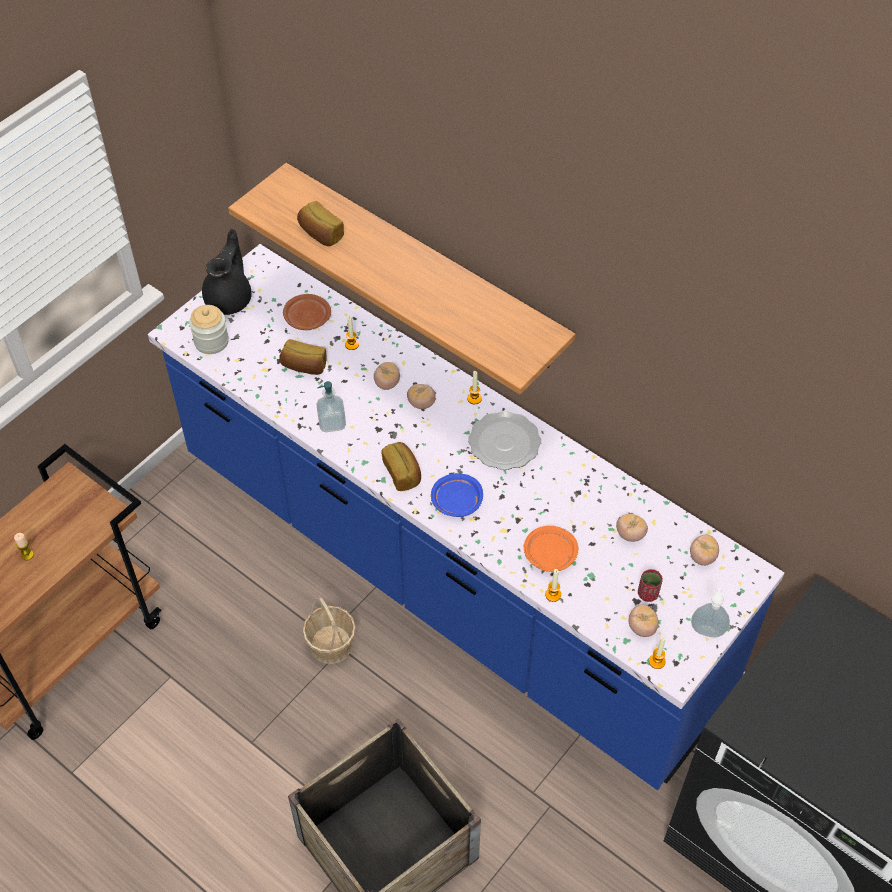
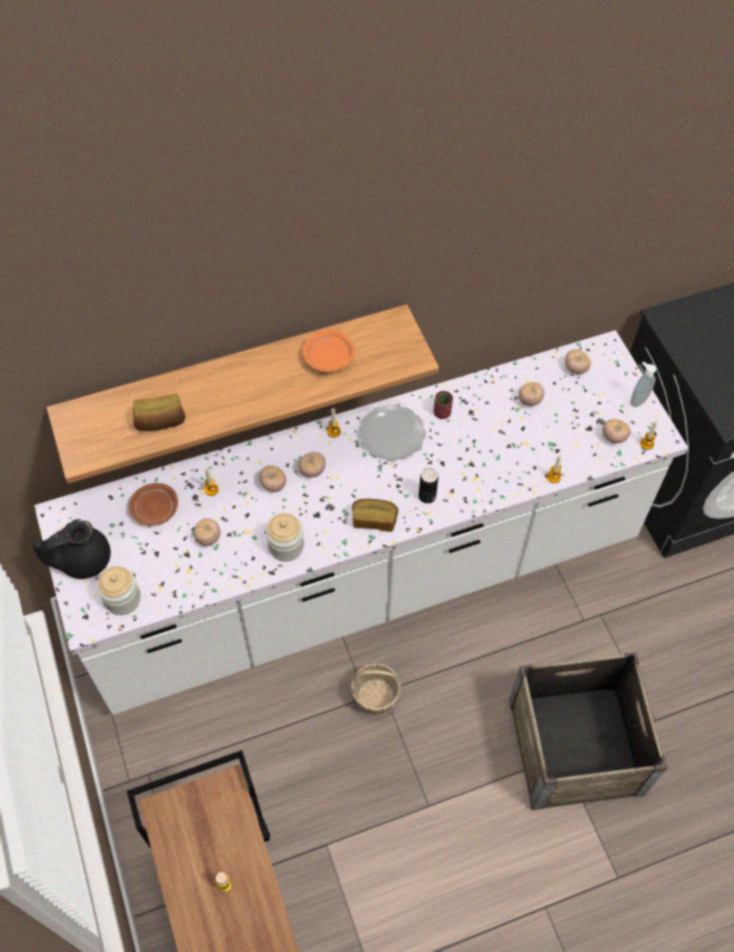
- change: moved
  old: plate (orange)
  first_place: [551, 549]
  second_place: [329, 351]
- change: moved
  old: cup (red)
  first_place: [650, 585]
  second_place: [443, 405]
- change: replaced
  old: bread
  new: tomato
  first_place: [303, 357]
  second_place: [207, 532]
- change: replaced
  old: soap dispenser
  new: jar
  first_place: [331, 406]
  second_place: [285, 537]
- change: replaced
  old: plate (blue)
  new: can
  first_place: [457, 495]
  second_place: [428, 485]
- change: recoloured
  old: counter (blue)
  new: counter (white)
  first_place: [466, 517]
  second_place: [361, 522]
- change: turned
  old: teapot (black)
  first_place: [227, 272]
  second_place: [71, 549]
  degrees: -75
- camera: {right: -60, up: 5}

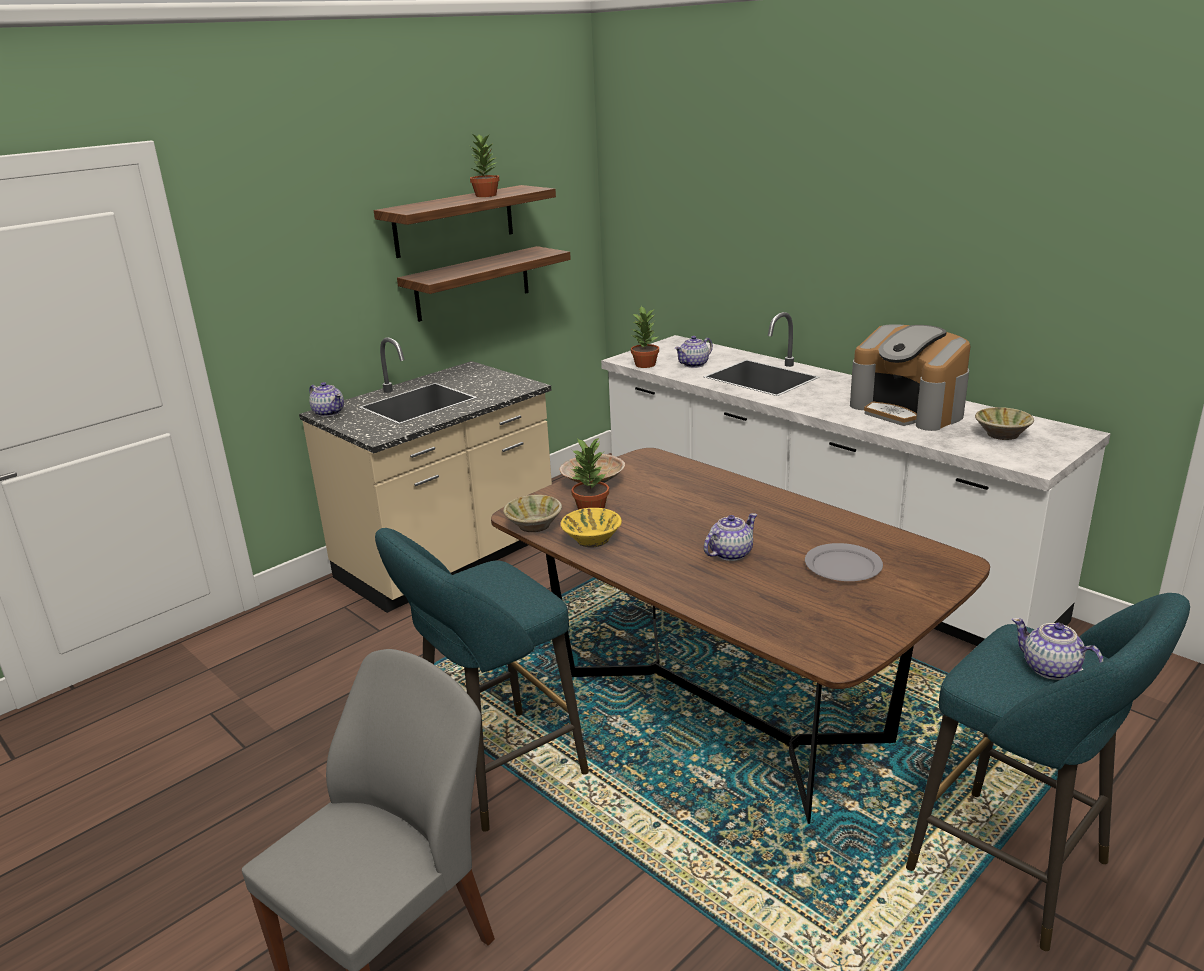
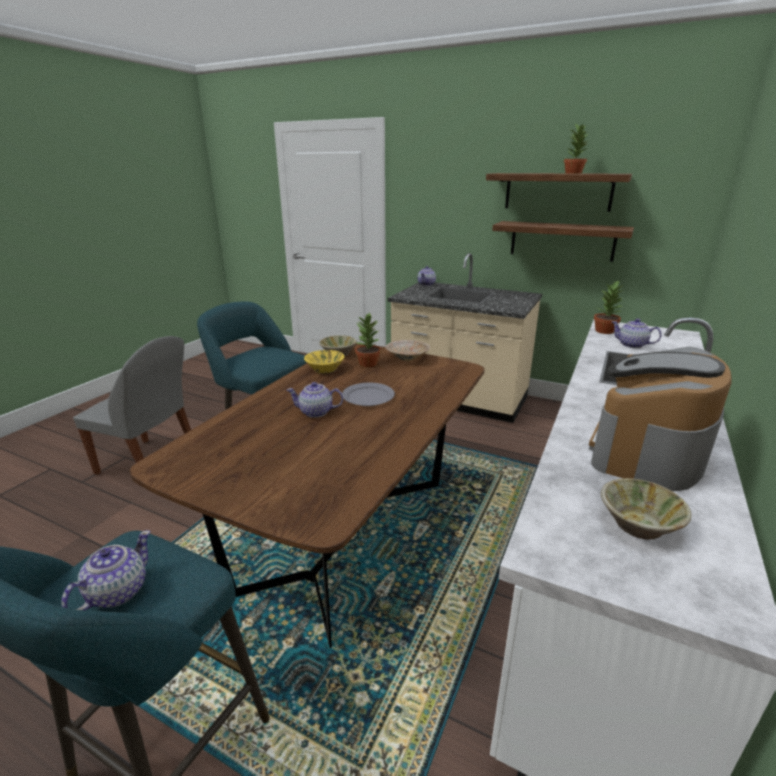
- change: moved
  old: plate (grey)
  first_place: [844, 562]
  second_place: [368, 394]
- change: turned
  old: teapot
  first_place: [730, 537]
  second_place: [315, 400]
  degrees: 150
- camera: {right: 70, up: 0}

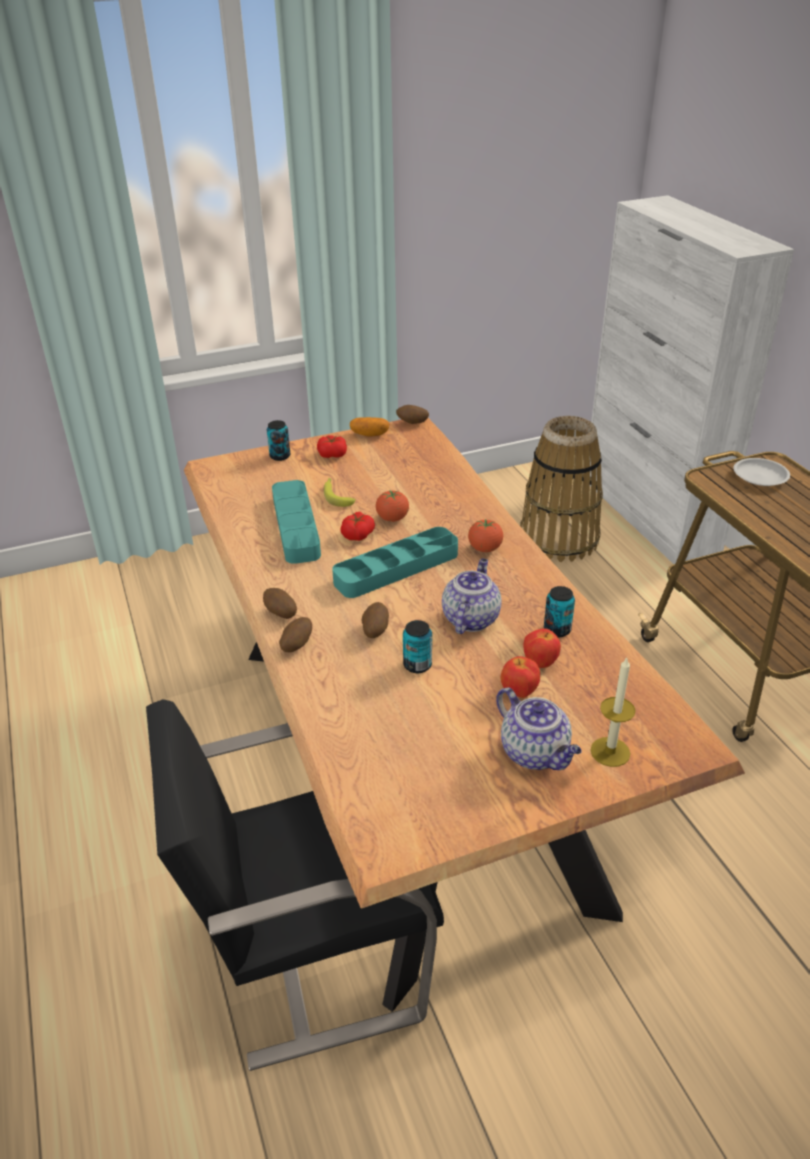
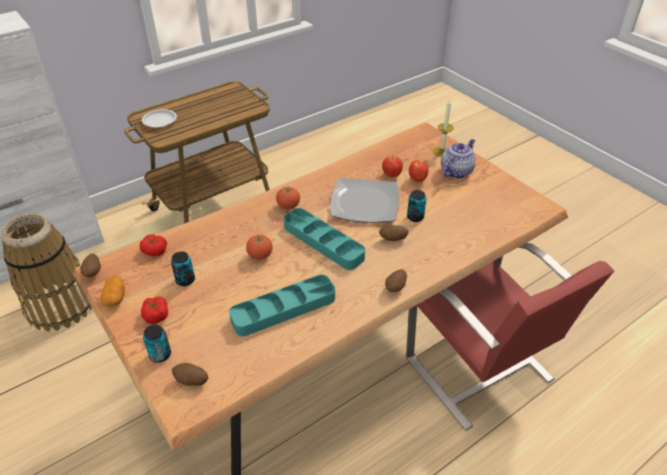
- change: removed
  old: banana
  first_place: [340, 492]
- change: moved
  old: potato
  first_place: [295, 634]
  second_place: [190, 374]
- change: moved
  old: tomato
  first_place: [358, 526]
  second_place: [153, 245]
- change: moved
  old: can
  first_place: [559, 611]
  second_place: [183, 268]
- change: replaced
  old: teapot
  new: plate
  first_place: [471, 596]
  second_place: [364, 200]
- change: recoloured
  old: chair (black)
  new: chair (red)
  first_place: [295, 885]
  second_place: [510, 337]
- camera: {right: -105, up: 5}

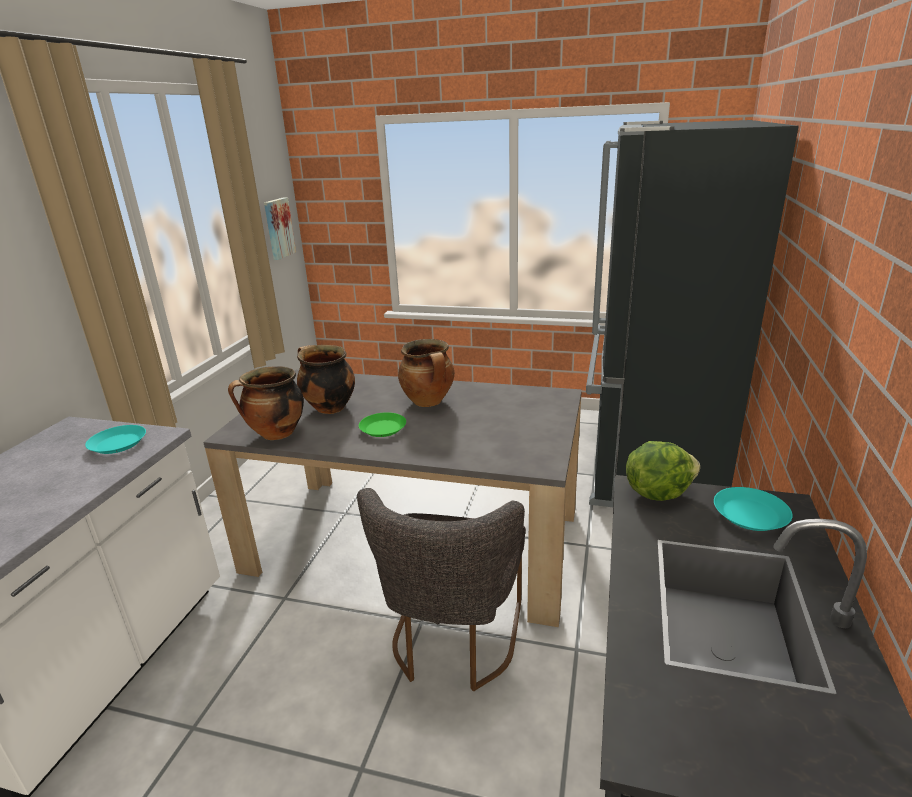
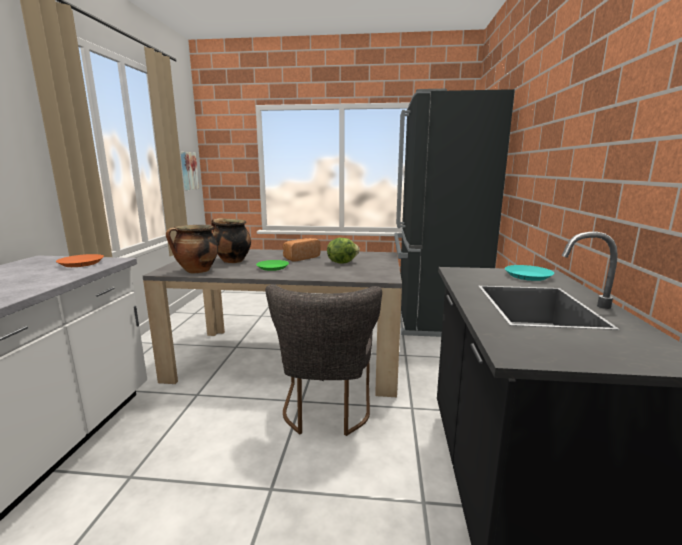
- change: moved
  old: lettuce
  first_place: [663, 471]
  second_place: [343, 251]
- change: replaced
  old: cooking pot
  new: bread
  first_place: [426, 373]
  second_place: [302, 250]
- change: recoloured
  old: plate (turquoise)
  new: plate (orange)
  first_place: [115, 439]
  second_place: [80, 260]
- camera: {right: -10, up: -10}

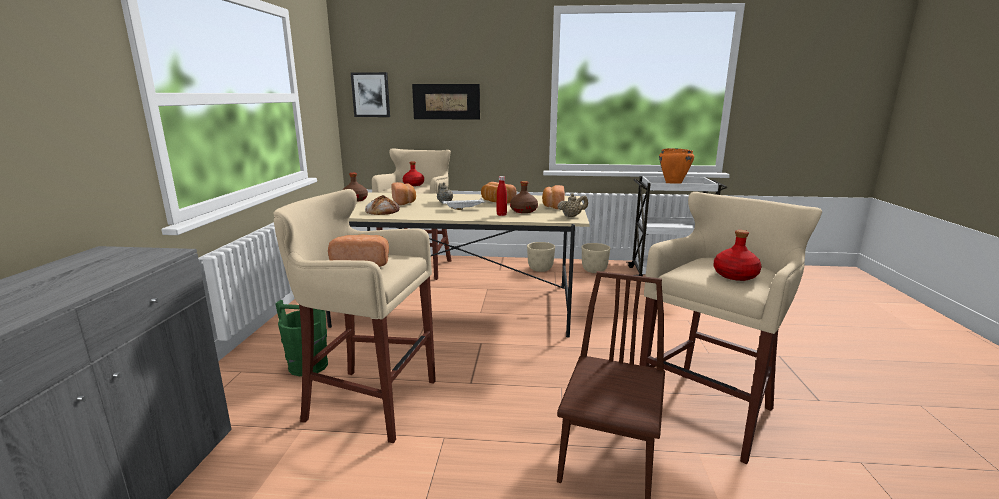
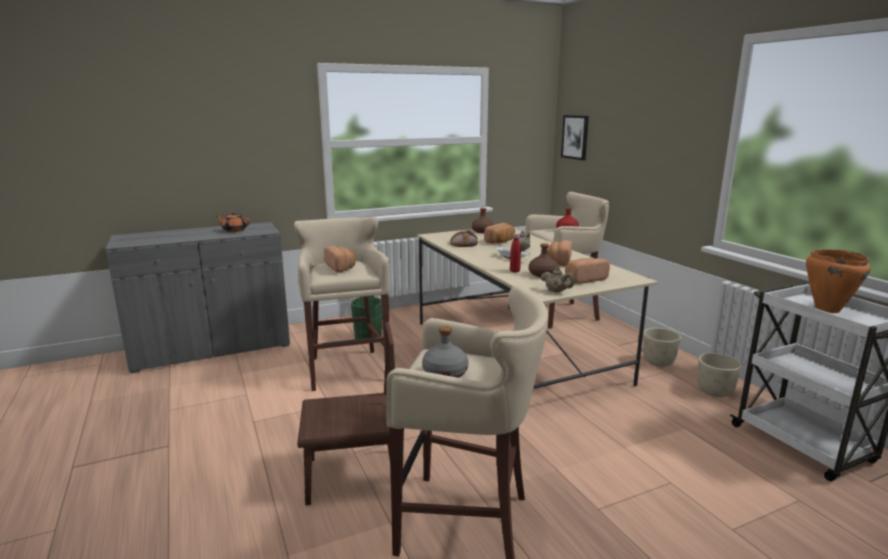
- change: removed
  old: picture
  first_place: [446, 101]
- change: added
  new: teapot (orange)
  second_place: [232, 222]
- change: recoloured
  old: bottle (red)
  new: bottle (grey)
  first_place: [737, 255]
  second_place: [445, 352]
- camera: {right: 60, up: 0}

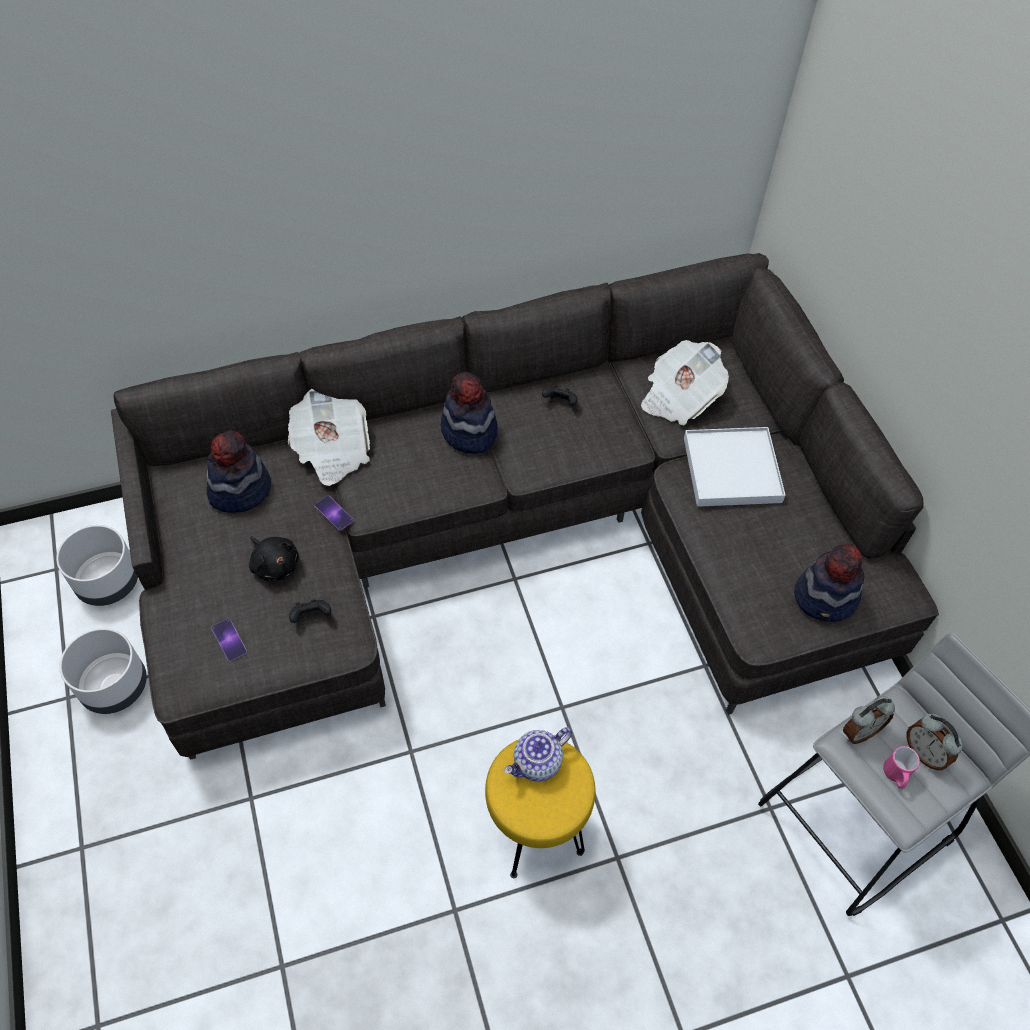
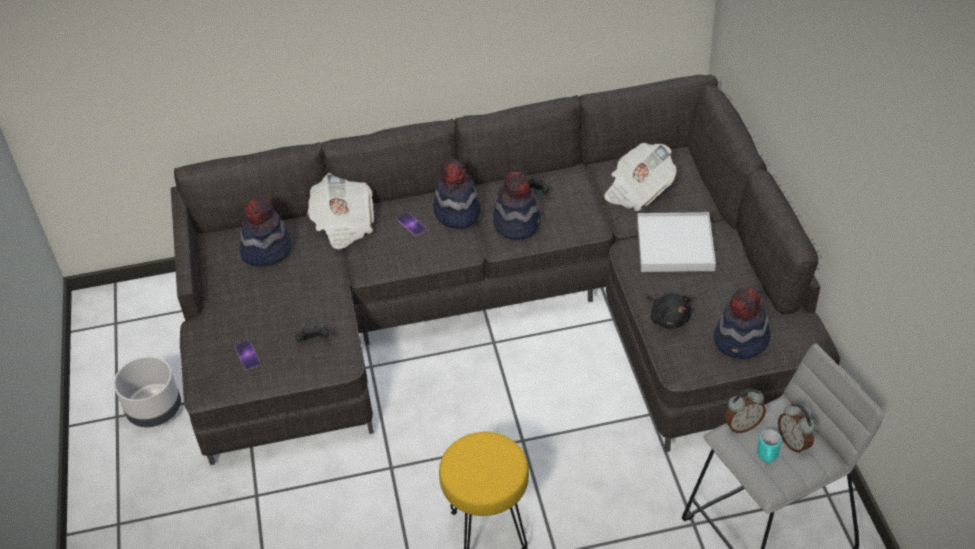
- change: removed
  old: planter (grey)
  first_place: [97, 565]
- change: removed
  old: teapot
  first_place: [538, 754]
- change: added
  new: hat
  second_place: [517, 205]
- change: moved
  old: plush toy (black)
  first_place: [274, 559]
  second_place: [669, 311]
- change: moved
  old: phone
  first_place: [334, 513]
  second_place: [412, 224]
- change: recoloured
  old: mug (pink)
  new: mug (turquoise)
  first_place: [901, 767]
  second_place: [769, 446]
- camera: {right: 10, up: -10}

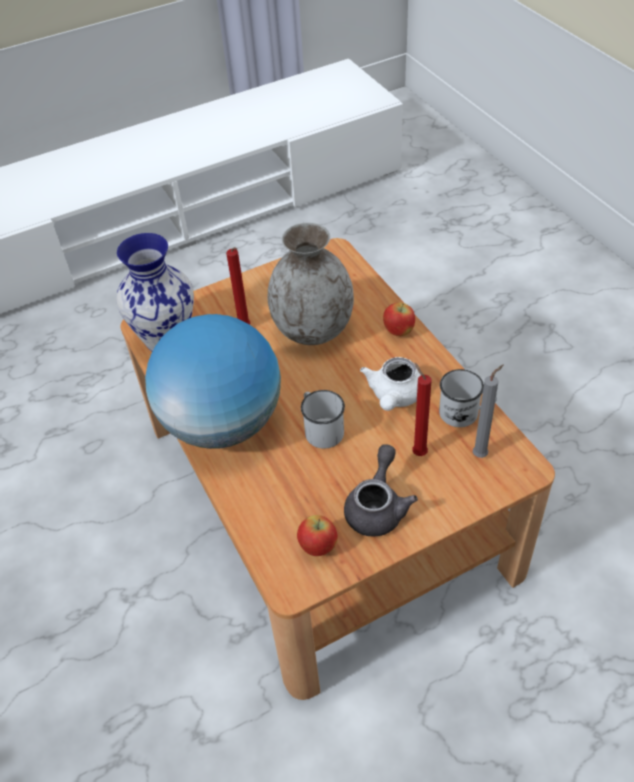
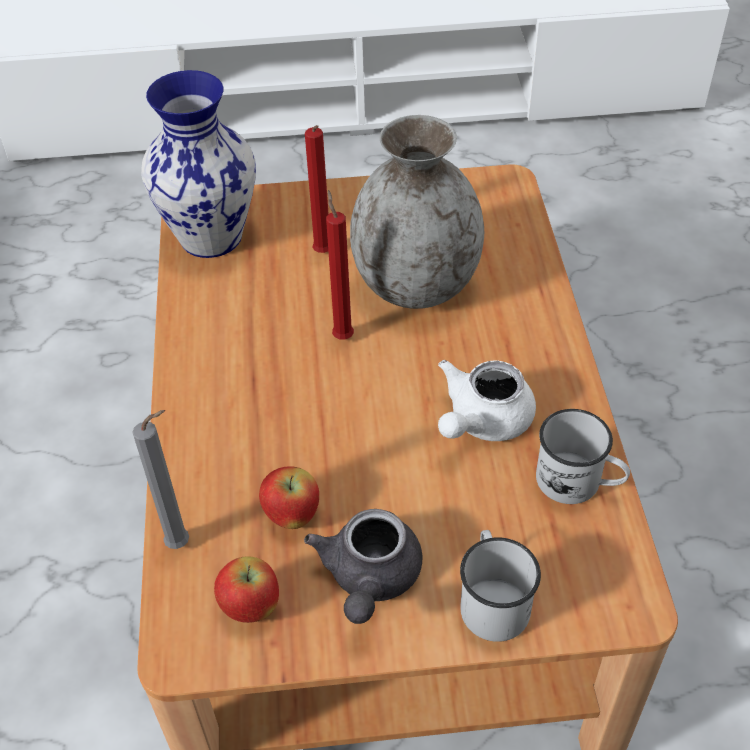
- change: removed
  old: globe
  first_place: [213, 381]
- change: moved
  old: mug (white)
  first_place: [323, 419]
  second_place: [500, 586]
- change: moved
  old: apple
  first_place: [399, 319]
  second_place: [289, 497]
- change: moved
  old: candle (red)
  first_place: [422, 409]
  second_place: [340, 264]
- change: moved
  old: candle (grey)
  first_place: [488, 411]
  second_place: [160, 479]
- change: turned
  old: teapot (grey)
  first_place: [381, 490]
  second_place: [363, 566]
  degrees: 150
- camera: {right: 20, up: 0}

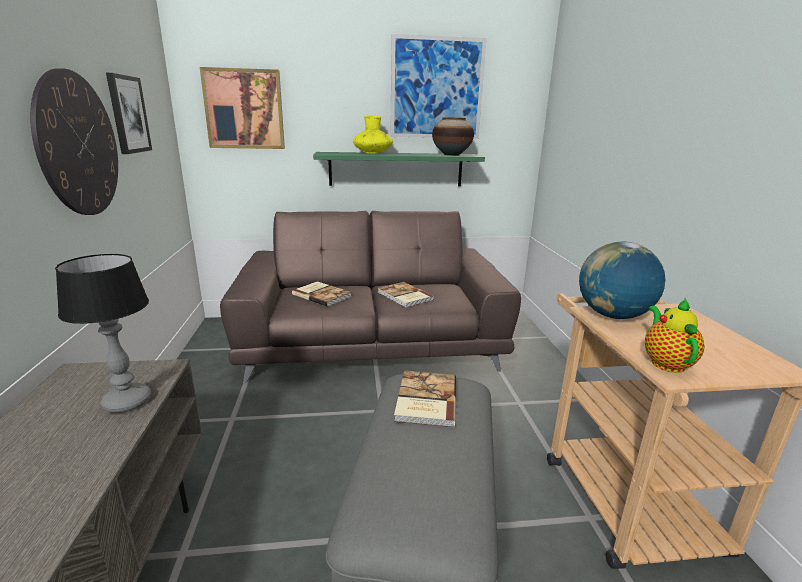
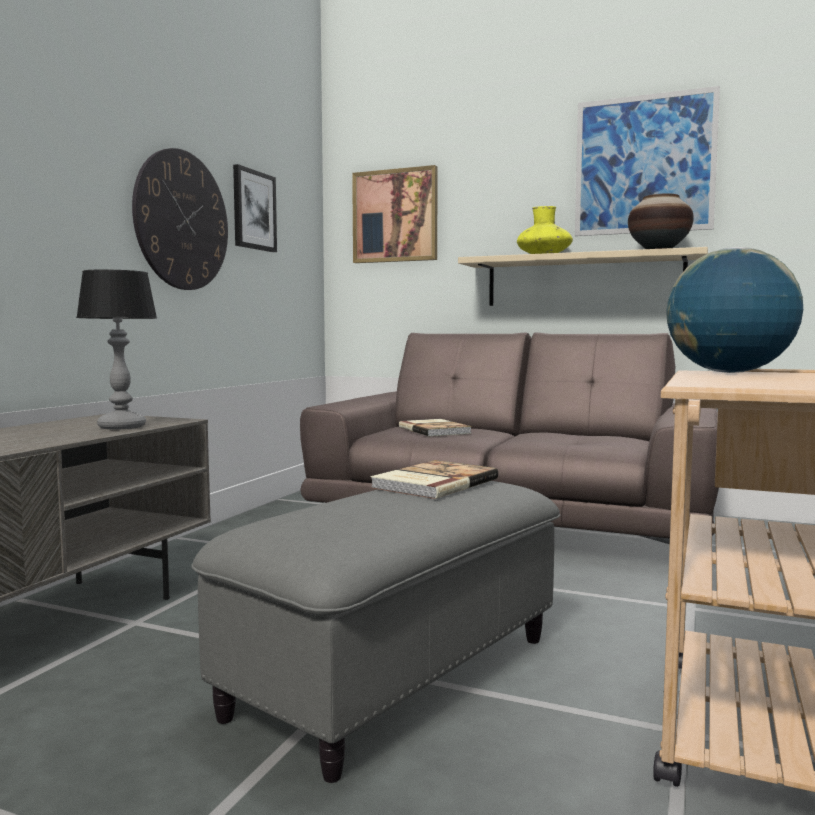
- change: removed
  old: book
  first_place: [406, 295]
- change: removed
  old: teapot
  first_place: [675, 335]
- change: recoloured
  old: shelf (green)
  new: shelf (beige)
  first_place: [399, 169]
  second_place: [583, 276]
- camera: {right: 30, up: -15}

